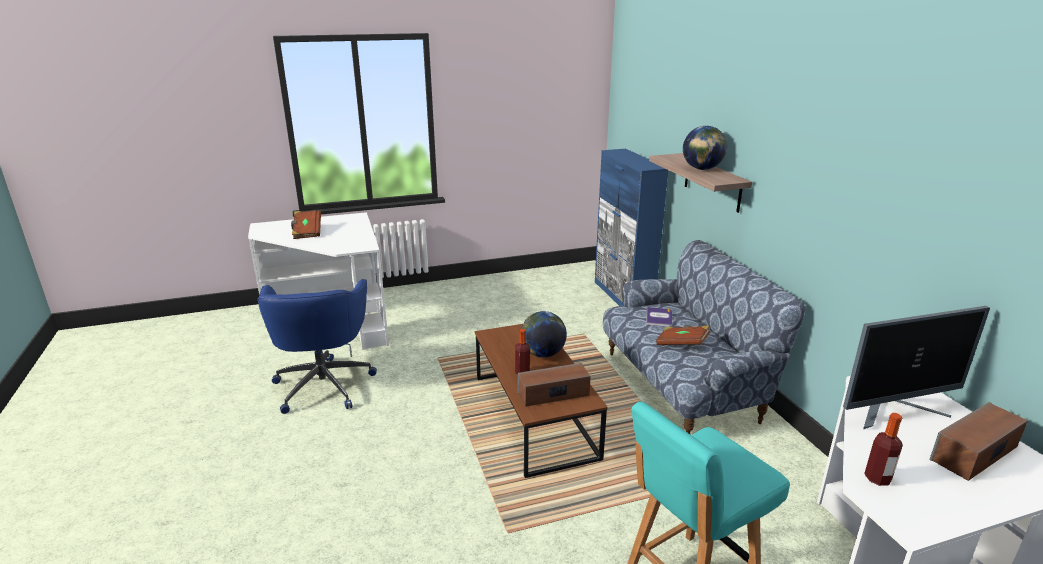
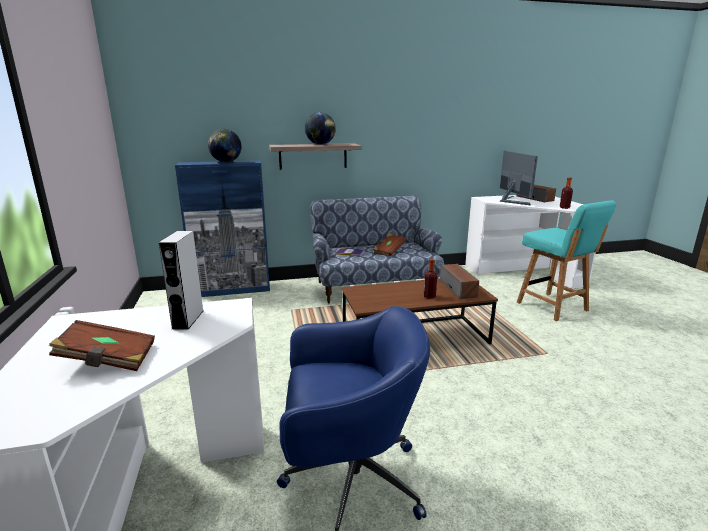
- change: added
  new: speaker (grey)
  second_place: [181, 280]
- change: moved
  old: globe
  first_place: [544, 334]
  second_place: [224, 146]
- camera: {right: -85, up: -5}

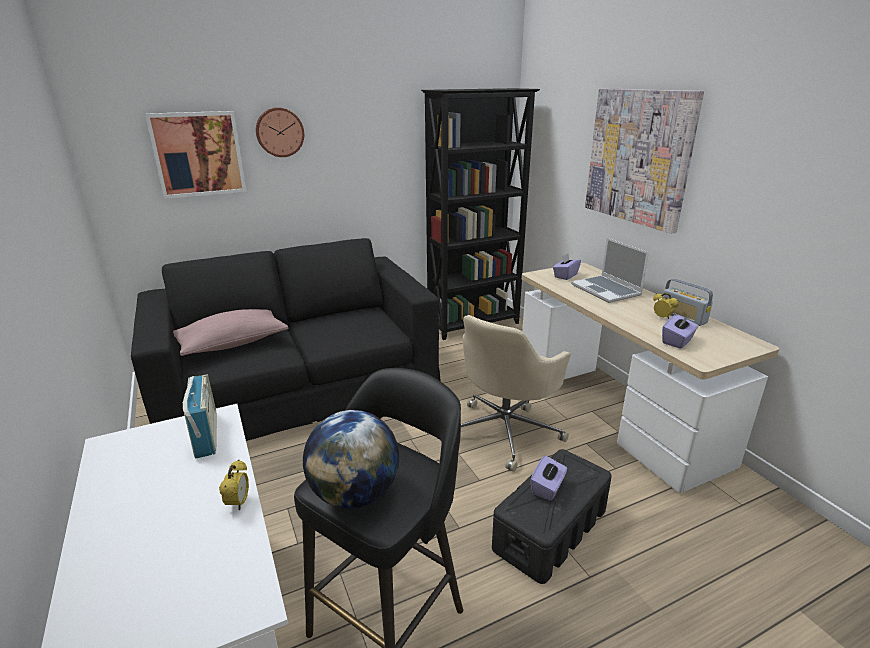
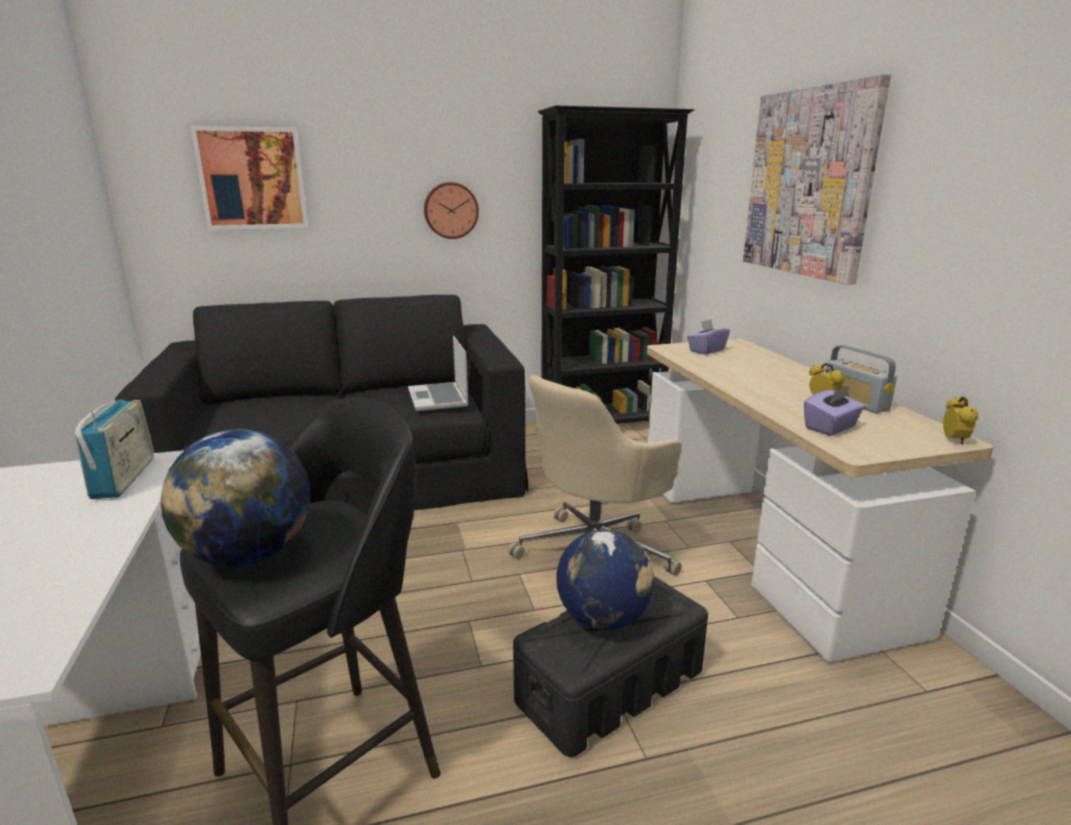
- change: removed
  old: pillow (pink)
  first_place: [230, 332]
- change: moved
  old: alarm clock
  first_place: [234, 485]
  second_place: [960, 420]
- change: moved
  old: wall clock
  first_place: [280, 132]
  second_place: [451, 210]
- change: moved
  old: laptop
  first_place: [610, 270]
  second_place: [438, 373]
- change: replaced
  old: tissue box (purple)
  new: globe
  first_place: [548, 478]
  second_place: [605, 580]
- camera: {right: 10, up: -5}

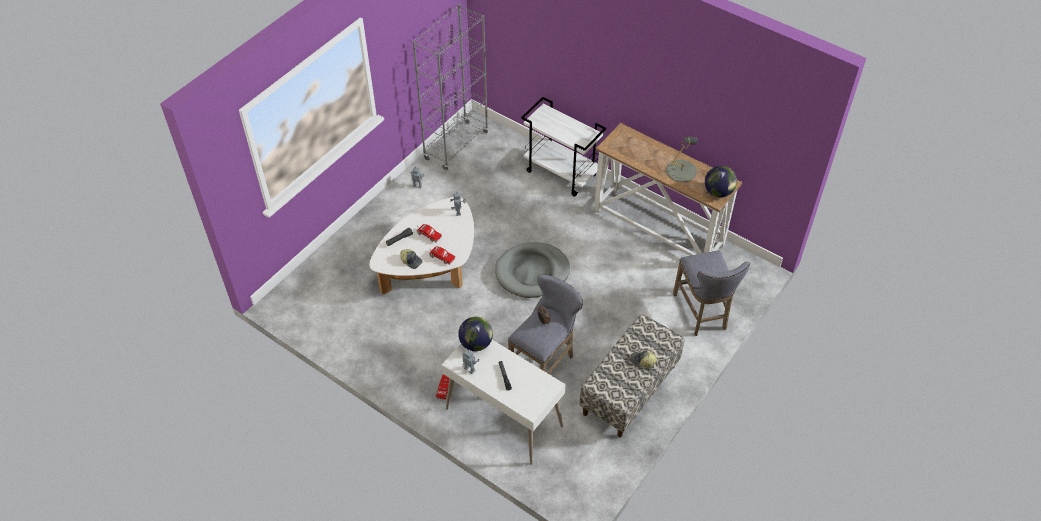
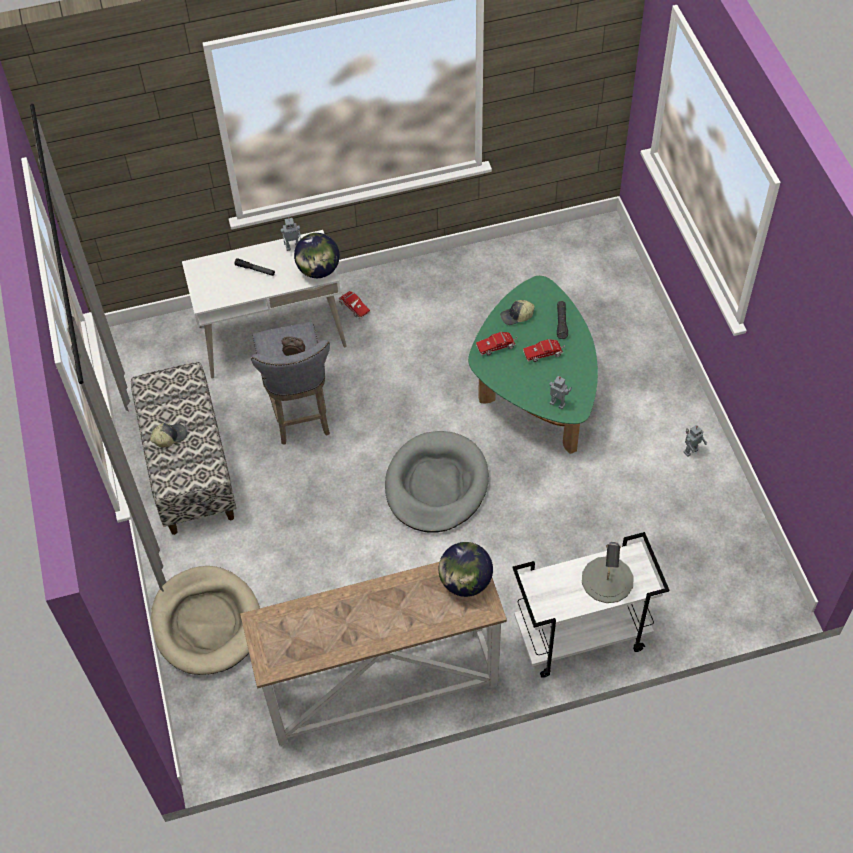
- change: removed
  old: bookcase (grey)
  first_place: [450, 87]
- change: moved
  old: table lamp (grey)
  first_place: [682, 159]
  second_place: [608, 572]
- change: moved
  old: globe
  first_place: [721, 181]
  second_place: [466, 569]
- change: replaced
  old: stool (grey)
  new: dog bed (beige)
  first_place: [711, 293]
  second_place: [205, 620]
- change: recoloured
  old: coffee table (white)
  new: coffee table (green)
  first_place: [421, 245]
  second_place: [533, 365]
- camera: {right: 130, up: 5}

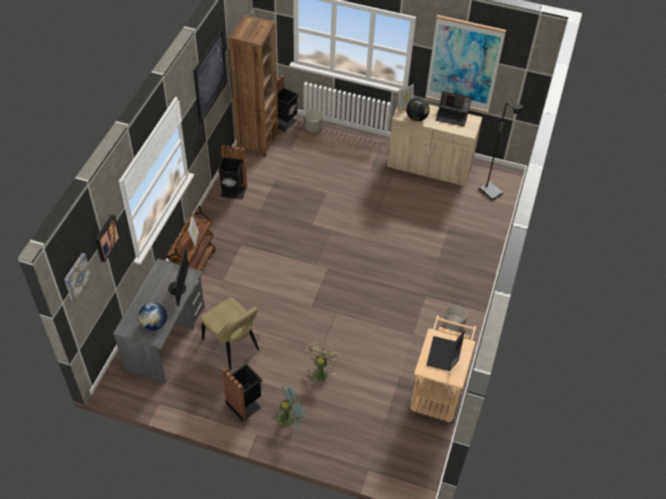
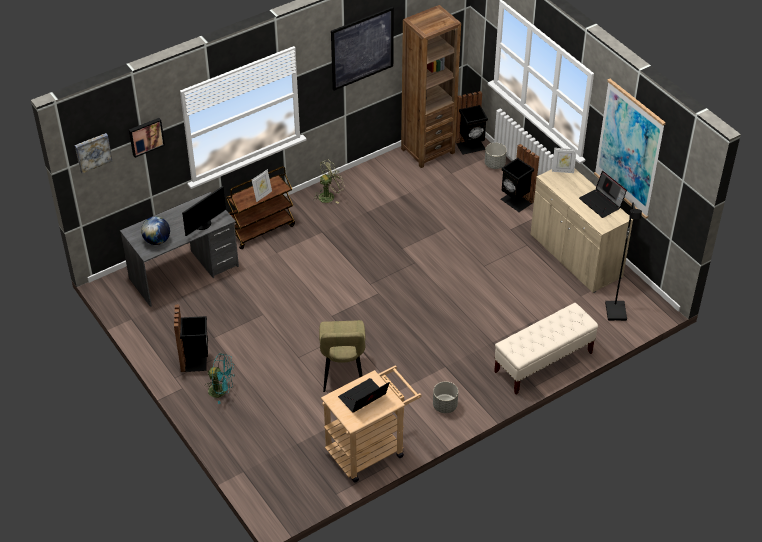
- change: removed
  old: globe
  first_place: [418, 109]
- change: added
  new: bench (beige)
  second_place: [546, 348]
- change: moved
  old: chair (beige)
  first_place: [229, 333]
  second_place: [342, 356]
- change: moved
  old: trash can (black)
  first_place: [232, 172]
  second_place: [520, 178]
- change: moved
  old: fan (green)
  first_place: [323, 364]
  second_place: [329, 181]
- camera: {right: 40, up: -5}

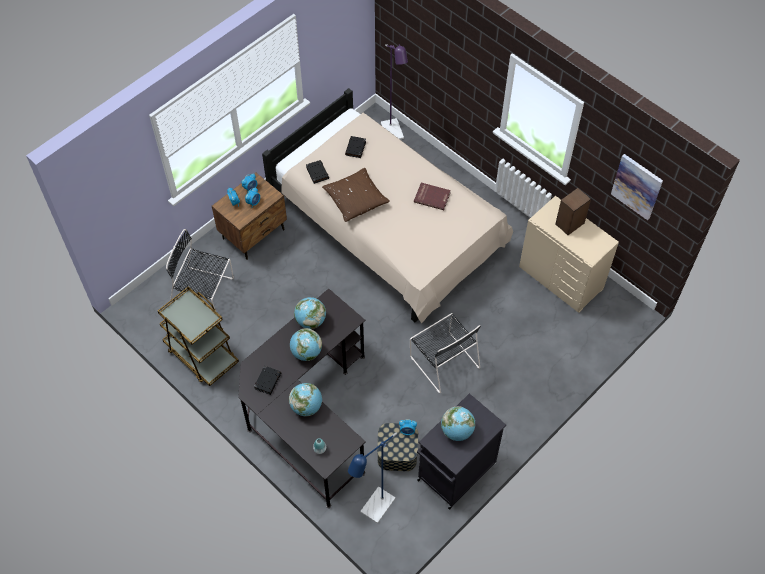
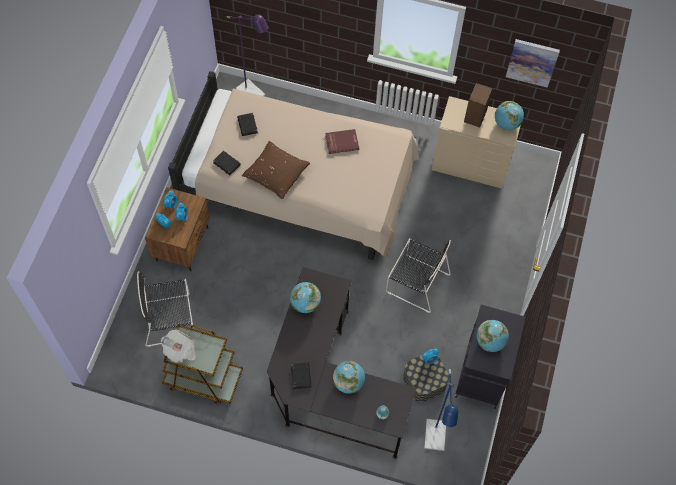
- change: added
  new: newspaper
  second_place: [178, 346]
- change: moved
  old: globe
  first_place: [306, 344]
  second_place: [509, 115]
- camera: {right: -30, up: 5}

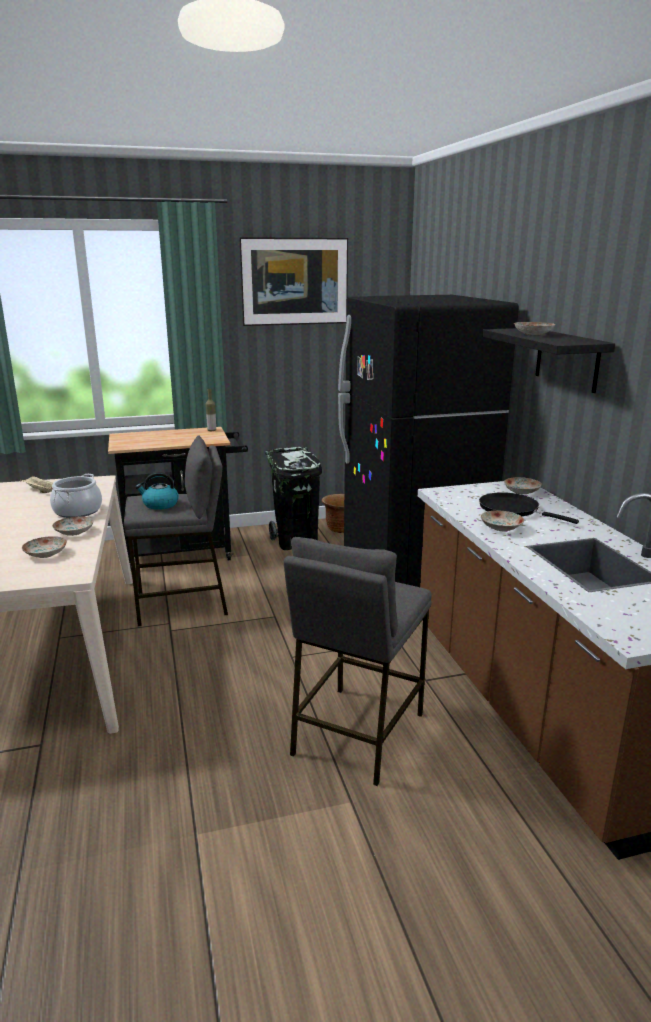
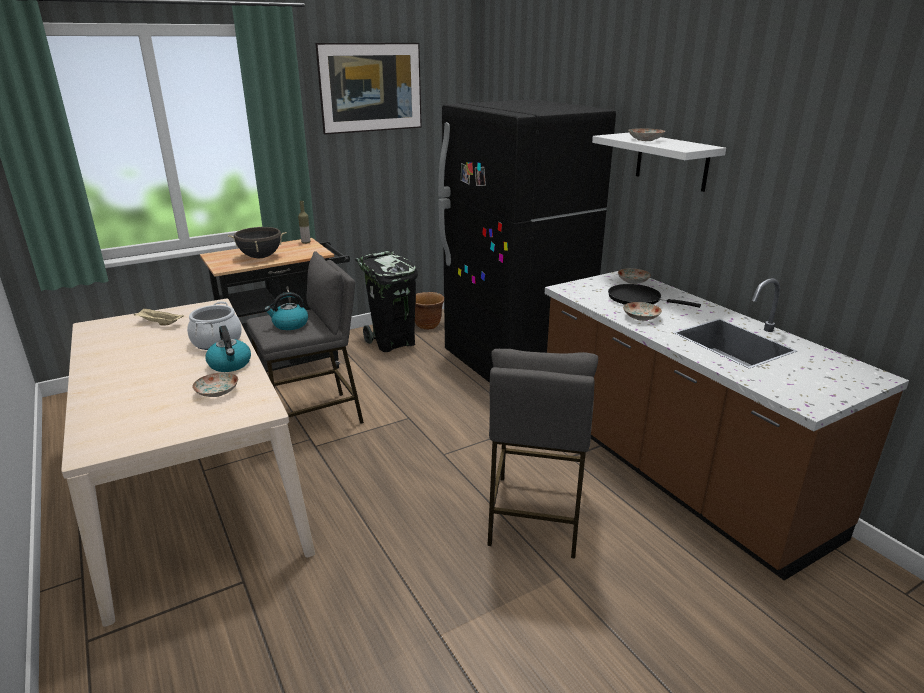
- change: added
  new: cooking pot (black)
  second_place: [257, 242]
- change: replaced
  old: plate
  new: kettle
  first_place: [73, 526]
  second_place: [228, 348]
- change: recoloured
  old: shelf (black)
  new: shelf (white)
  first_place: [548, 360]
  second_place: [659, 162]
- camera: {right: -15, up: 5}

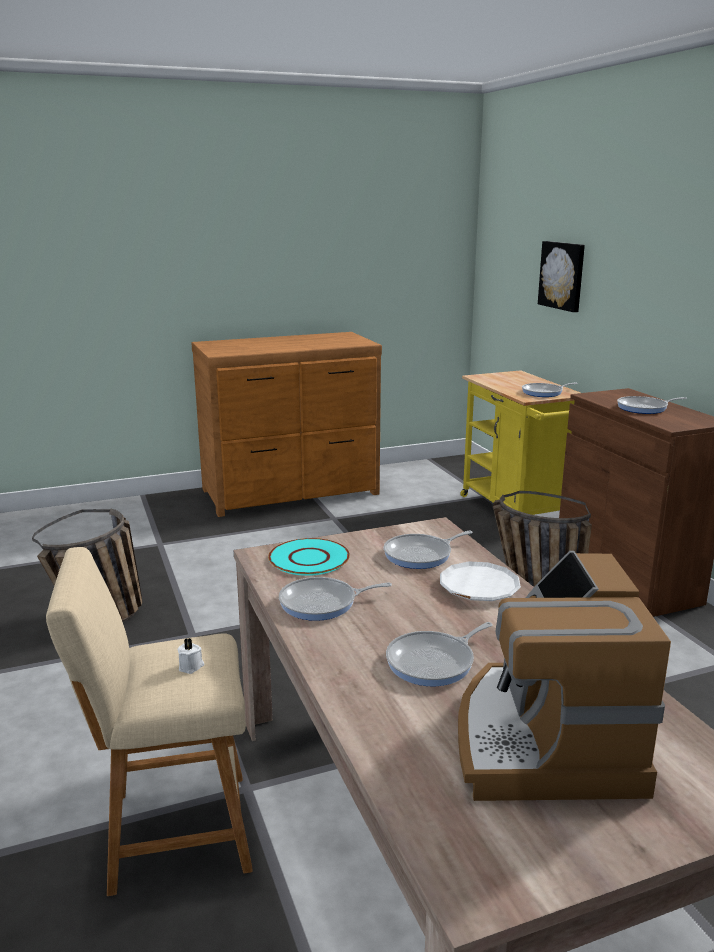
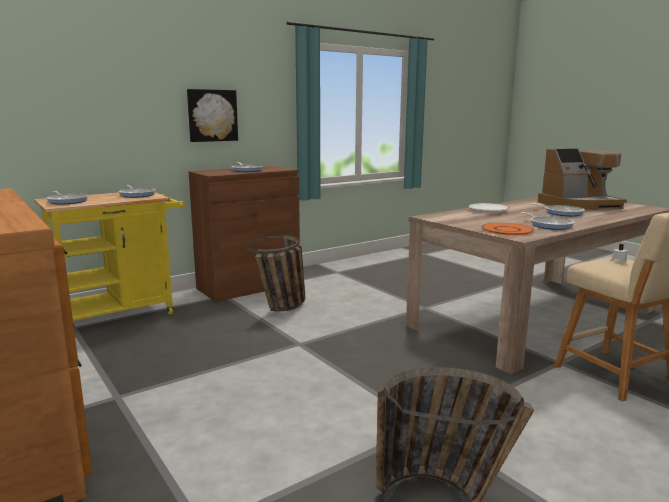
- change: moved
  old: frying pan
  first_place: [428, 550]
  second_place: [67, 197]
- change: moved
  old: picture
  first_place: [561, 276]
  second_place: [212, 115]
- change: recoloured
  old: plate (turquoise)
  new: plate (orange)
  first_place: [309, 557]
  second_place: [507, 229]
- camera: {right: -105, up: -5}

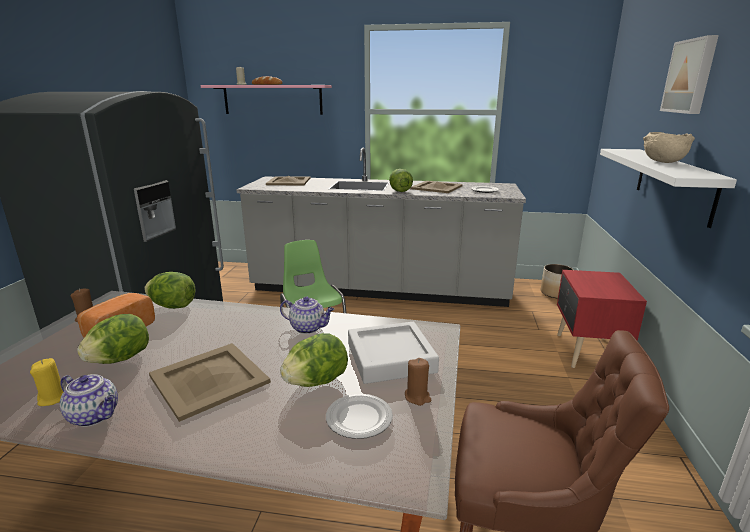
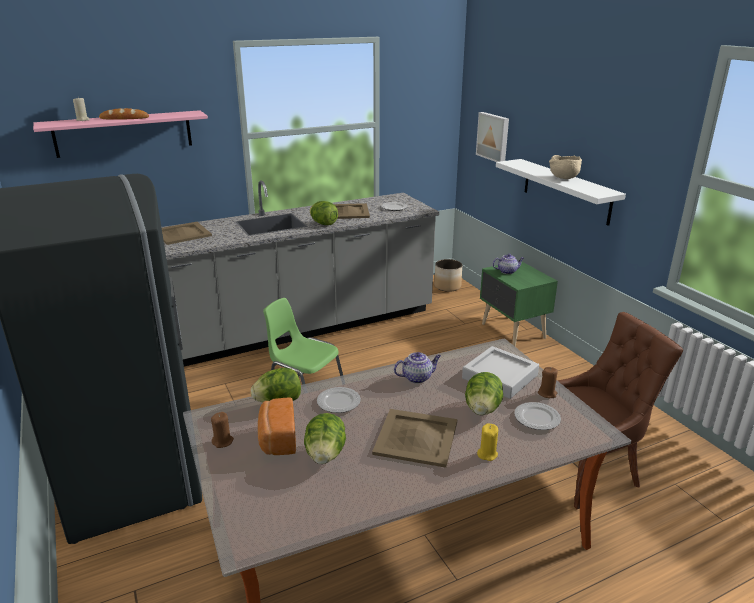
- change: added
  new: plate
  second_place: [339, 400]
- change: moved
  old: candle (yellow)
  first_place: [46, 382]
  second_place: [487, 442]
- change: moved
  old: teapot
  first_place: [89, 400]
  second_place: [508, 264]
- change: moved
  old: picture
  first_place: [689, 74]
  second_place: [492, 137]
- change: recoloured
  old: nightstand (red)
  new: nightstand (green)
  first_place: [602, 319]
  second_place: [519, 304]
- camera: {right: -35, up: 5}

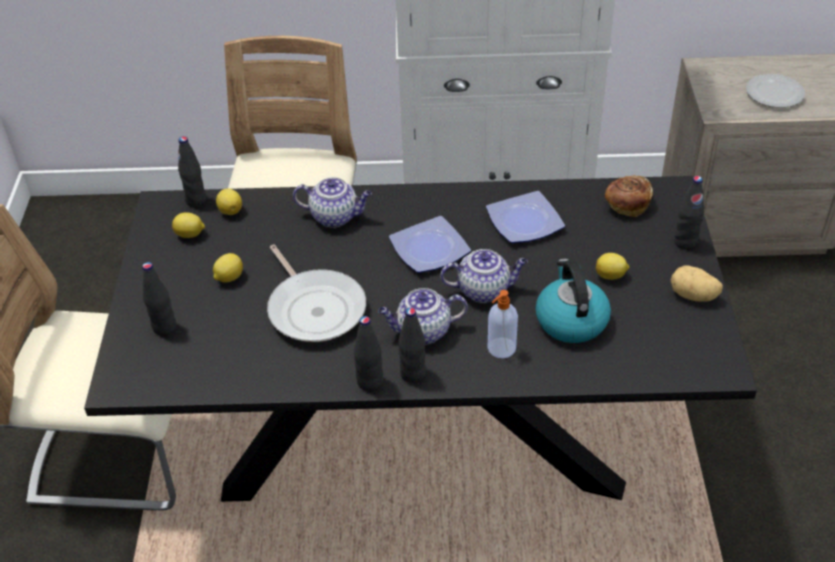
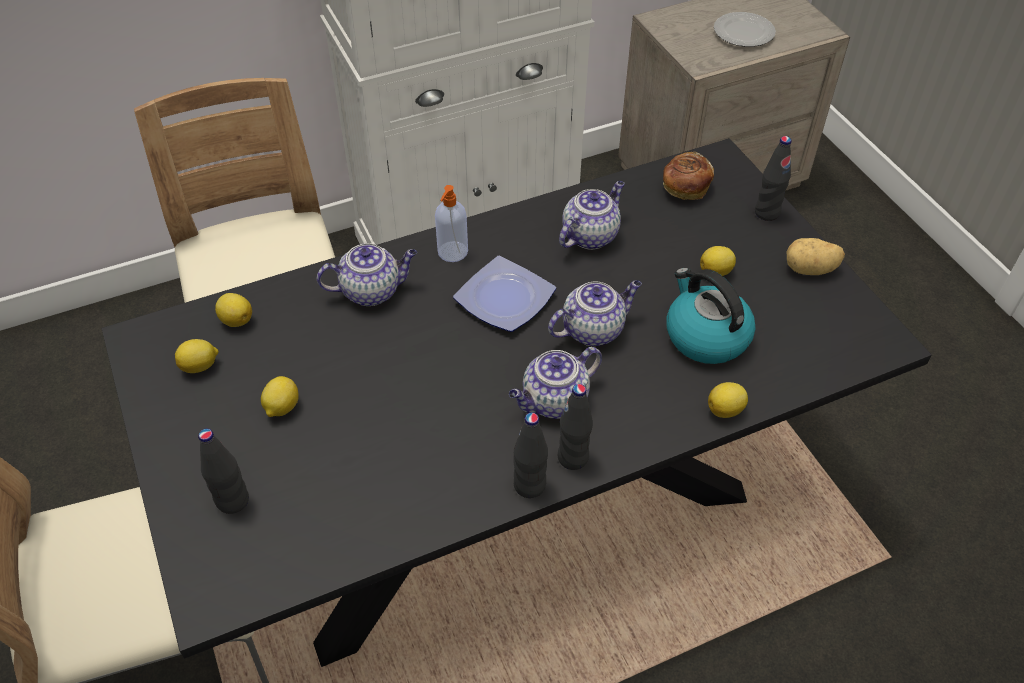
- change: removed
  old: bottle (black)
  first_place: [192, 171]
- change: removed
  old: frying pan
  first_place: [316, 293]
- change: added
  new: lemon
  second_place: [728, 400]
- change: moved
  old: soap dispenser
  first_place: [503, 324]
  second_place: [451, 223]
- change: replaced
  old: plate
  new: teapot
  first_place: [525, 217]
  second_place: [592, 215]
- camera: {right: -25, up: 5}

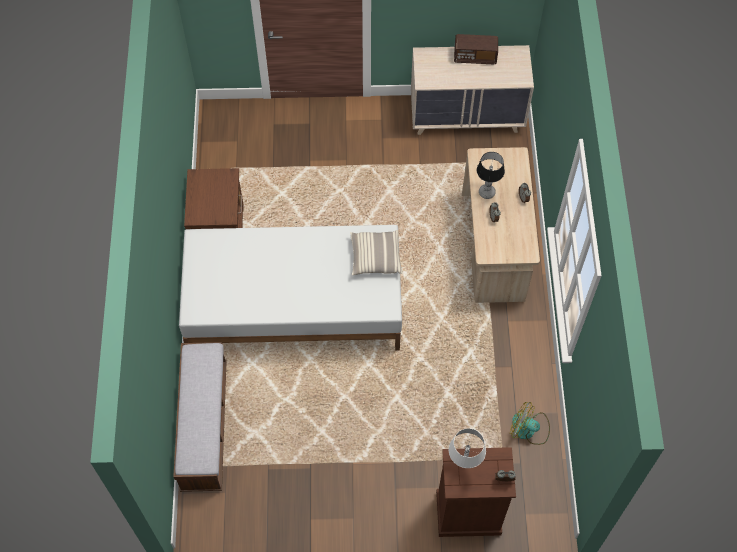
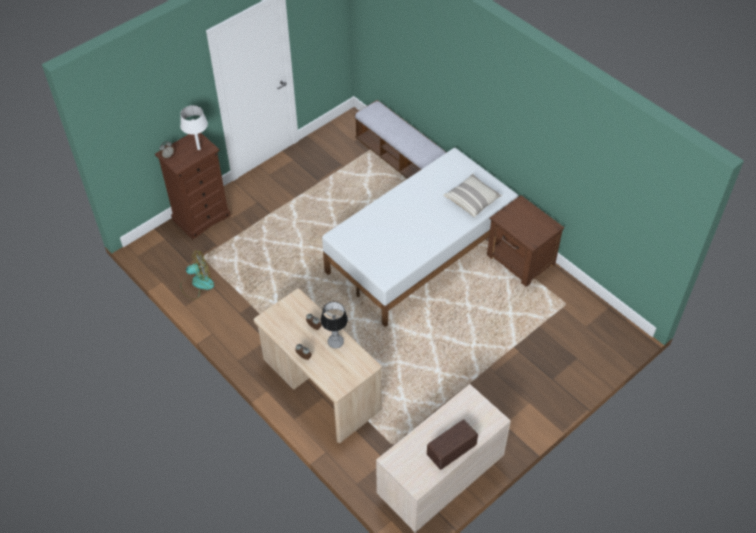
- change: moved
  old: pillow
  first_place: [376, 252]
  second_place: [473, 195]
- camera: {right: 140, up: -10}

